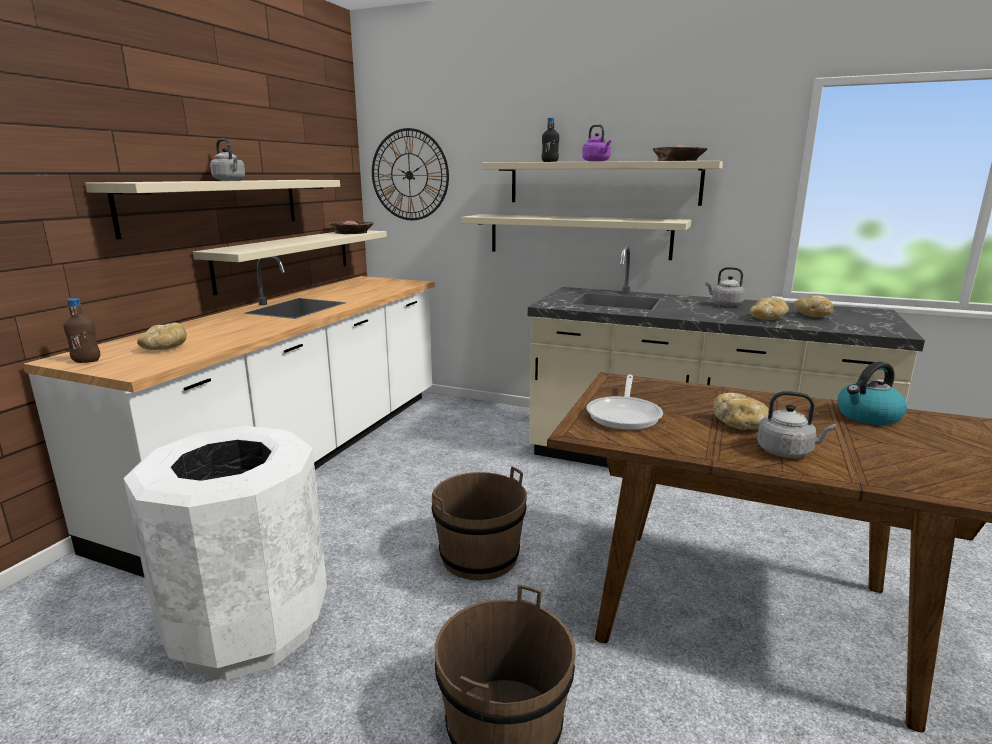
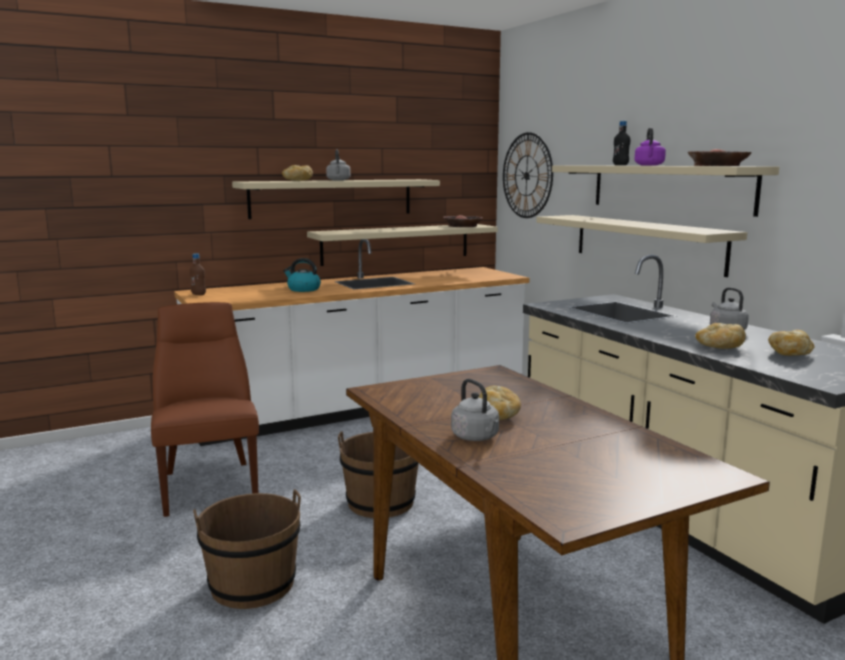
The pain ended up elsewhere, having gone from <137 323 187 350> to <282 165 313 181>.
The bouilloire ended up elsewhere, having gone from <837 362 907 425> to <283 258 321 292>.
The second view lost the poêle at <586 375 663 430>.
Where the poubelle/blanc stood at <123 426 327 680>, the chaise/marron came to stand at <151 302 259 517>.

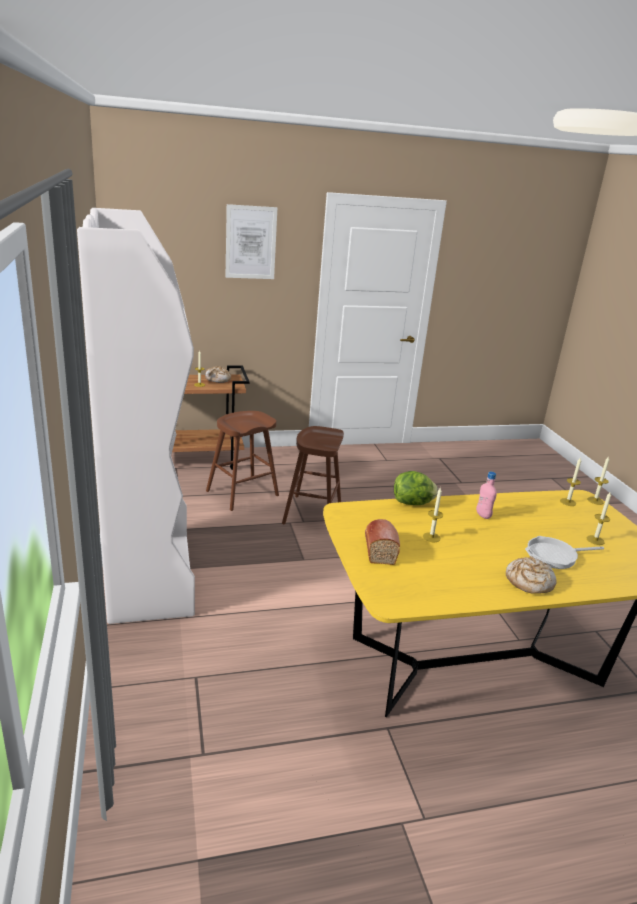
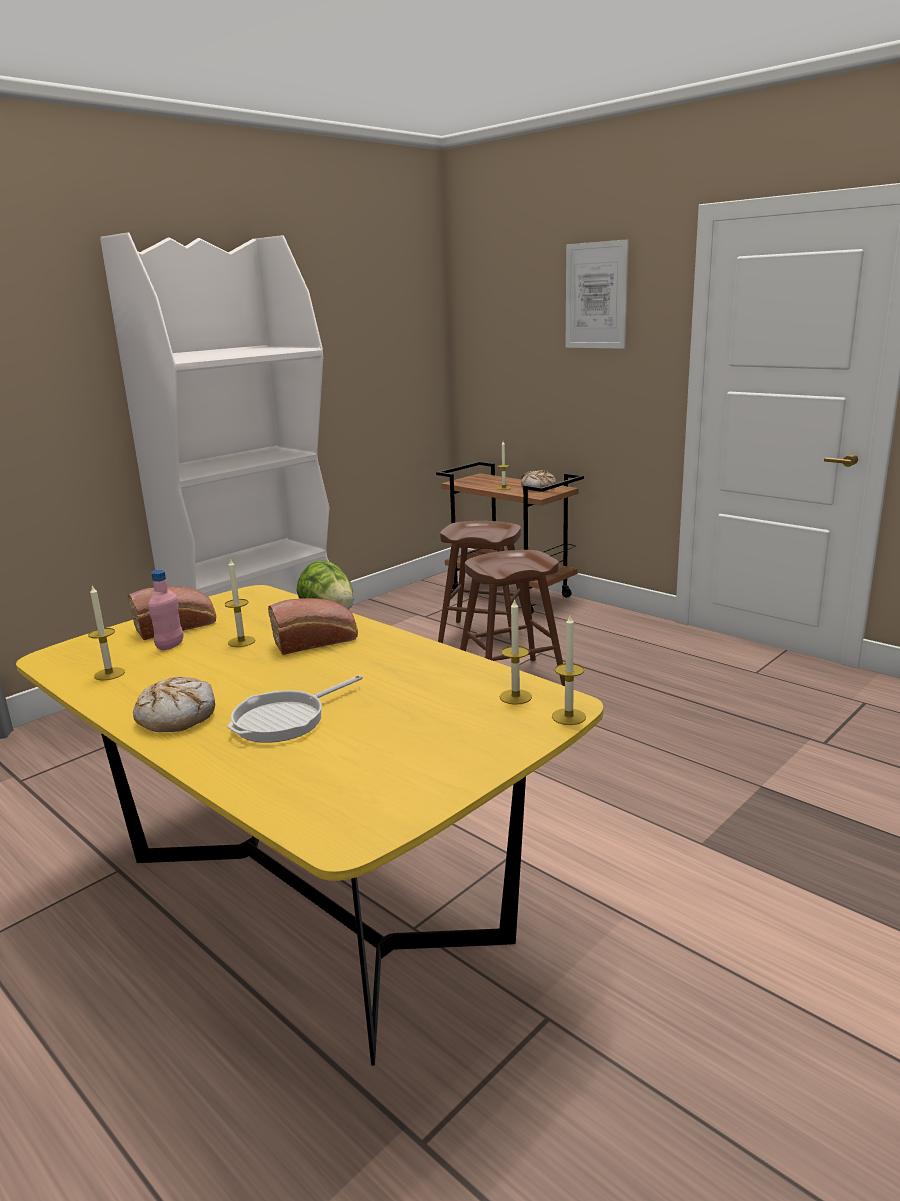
The bouteille/rose ended up elsewhere, having gone from <476 472 497 519> to <148 570 184 651>.
The bougie ended up elsewhere, having gone from <587 491 611 545> to <88 585 125 680>.
The poêle at <525 536 604 569> ended up facing another way, 90 degrees counterclockwise from before.
The second view gained the pain at <268 598 358 655>.

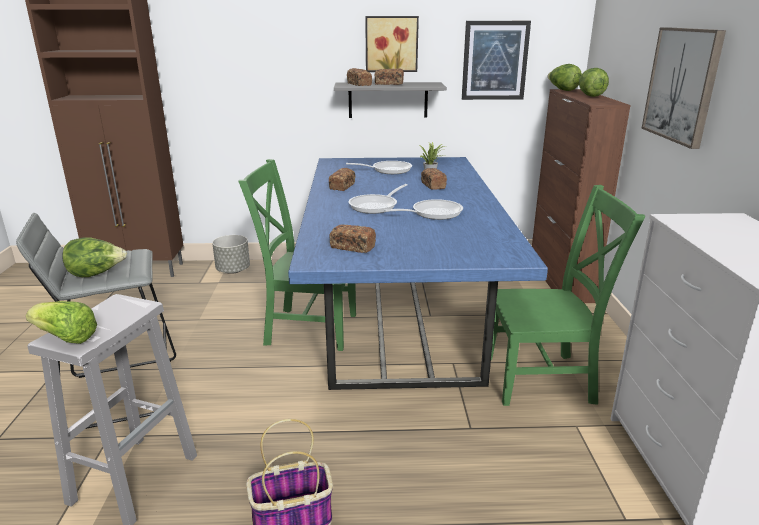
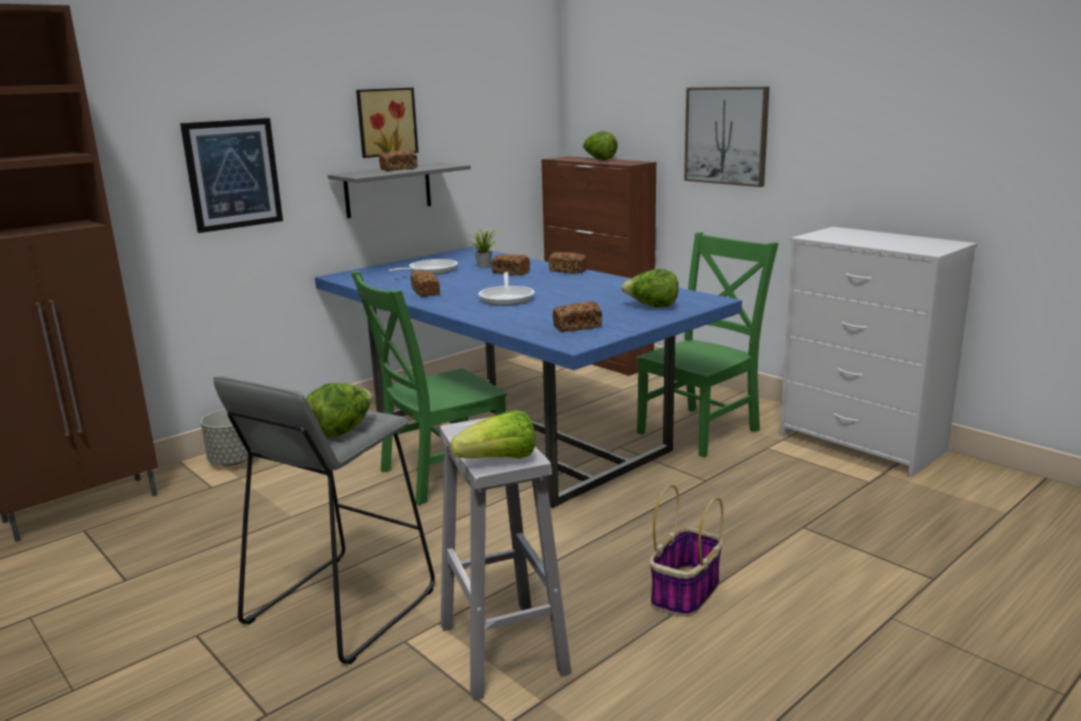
The tableau ended up elsewhere, having gone from <462 21 531 100> to <180 118 283 233>.
The laitue ended up elsewhere, having gone from <548 64 582 91> to <621 269 679 307>.
The pain ended up elsewhere, having gone from <347 68 372 86> to <549 252 587 273>.
The second view lost the poêle at <384 199 463 220>.

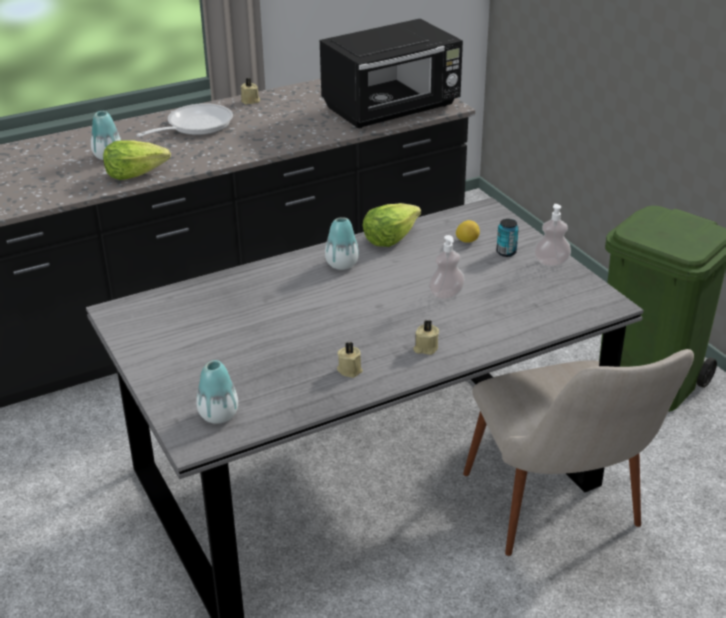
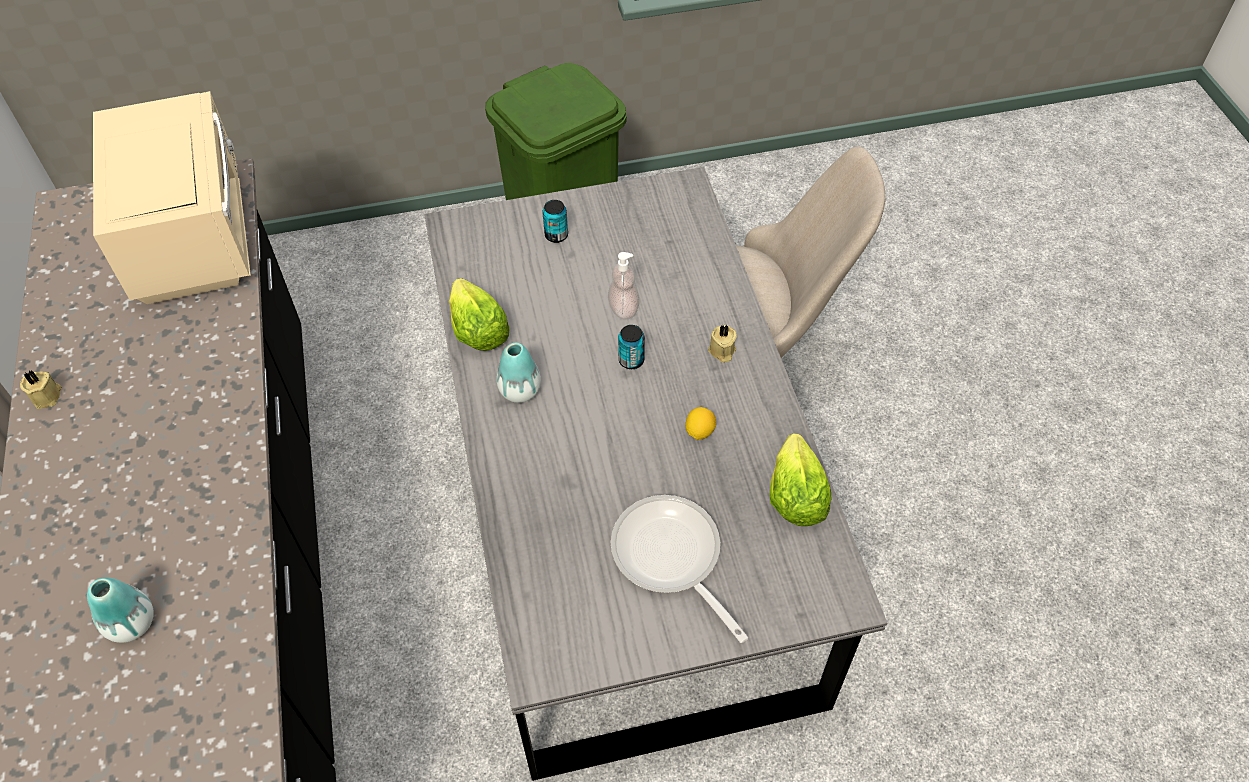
What was the micro-ondes/noir at <320 19 463 128> turned into the micro-ondes/beige at <93 91 251 304>.
The poêle ended up elsewhere, having gone from <137 103 233 137> to <611 495 748 643>.
The laitue ended up elsewhere, having gone from <103 140 171 180> to <769 434 831 526>.
The second view lost the distributeur de savon at <534 204 571 266>.
The citron ended up elsewhere, having gone from <456 220 480 243> to <685 407 716 440>.
The second view lost the bougie/beige at <337 342 363 378>.
The second view lost the vase at <196 360 238 424>.
The second view gained the boîte métallique at <618 325 645 369>.

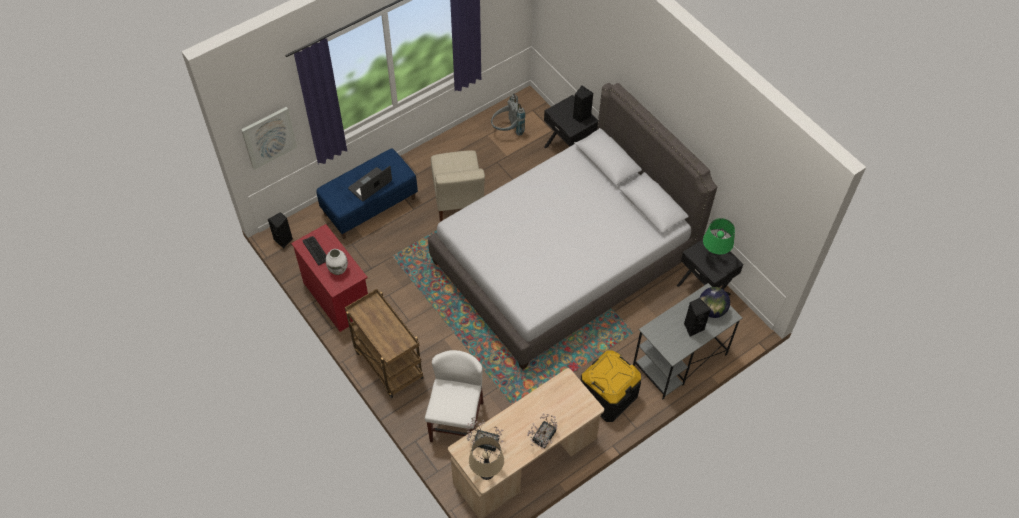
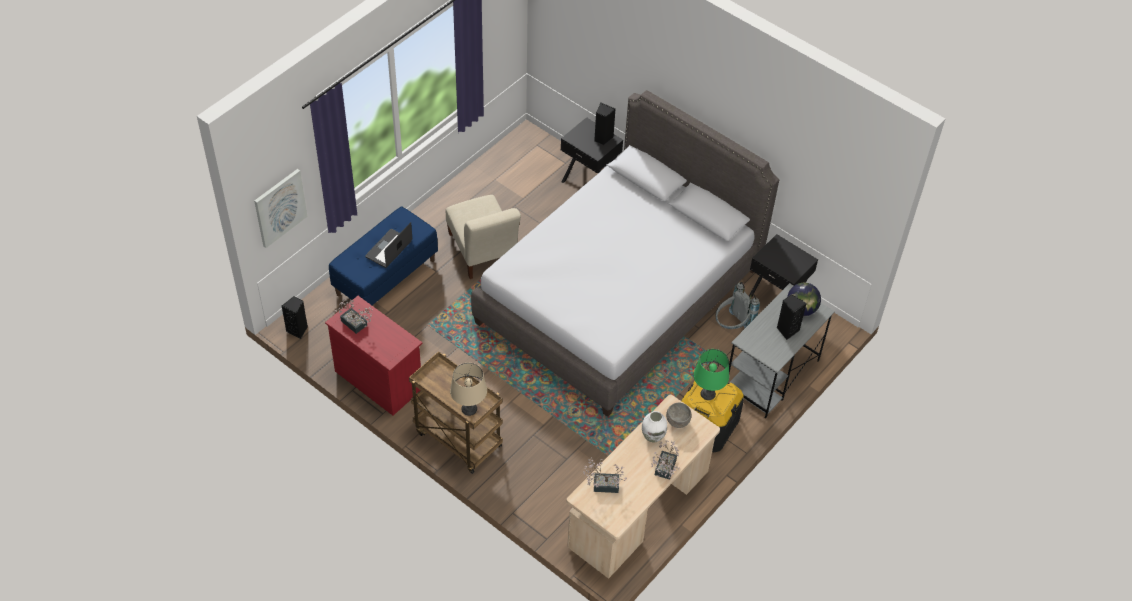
The sac à dos/gris ended up elsewhere, having gone from <491 93 525 136> to <716 282 760 329>.
The lampe de table/vert ended up elsewhere, having gone from <703 218 735 262> to <694 349 729 400>.
Where the clavier stood at <303 236 327 265>, the plante en pot came to stand at <335 299 373 334>.
The vase/blanc ended up elsewhere, having gone from <326 249 348 275> to <642 411 667 442>.
The second view lost the chaise/blanc at <425 350 483 442>.
The lampe de table/beige ended up elsewhere, having gone from <469 436 504 480> to <450 363 487 416>.
The second view gained the bol/gris at <666 403 692 428>.

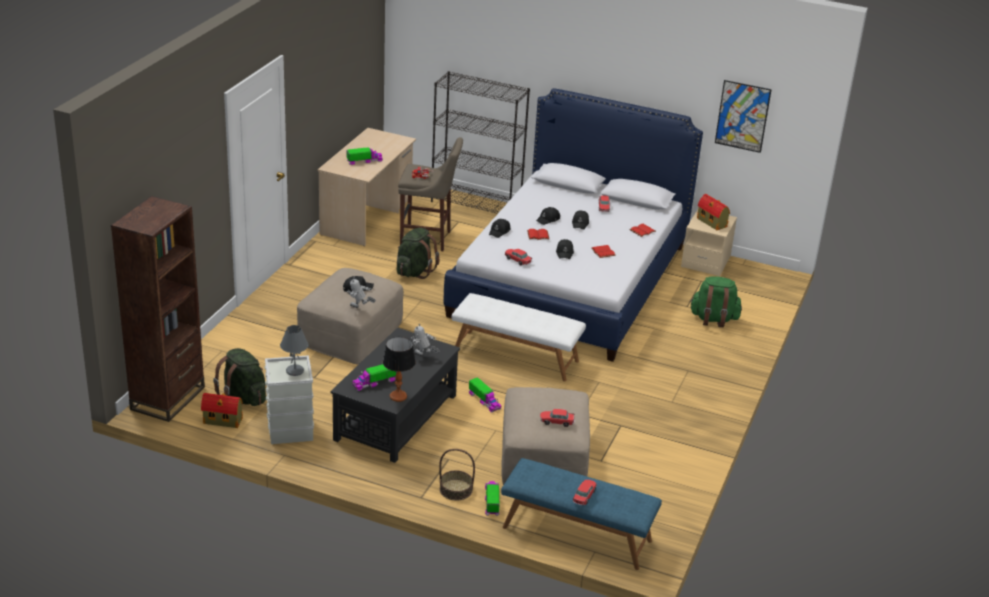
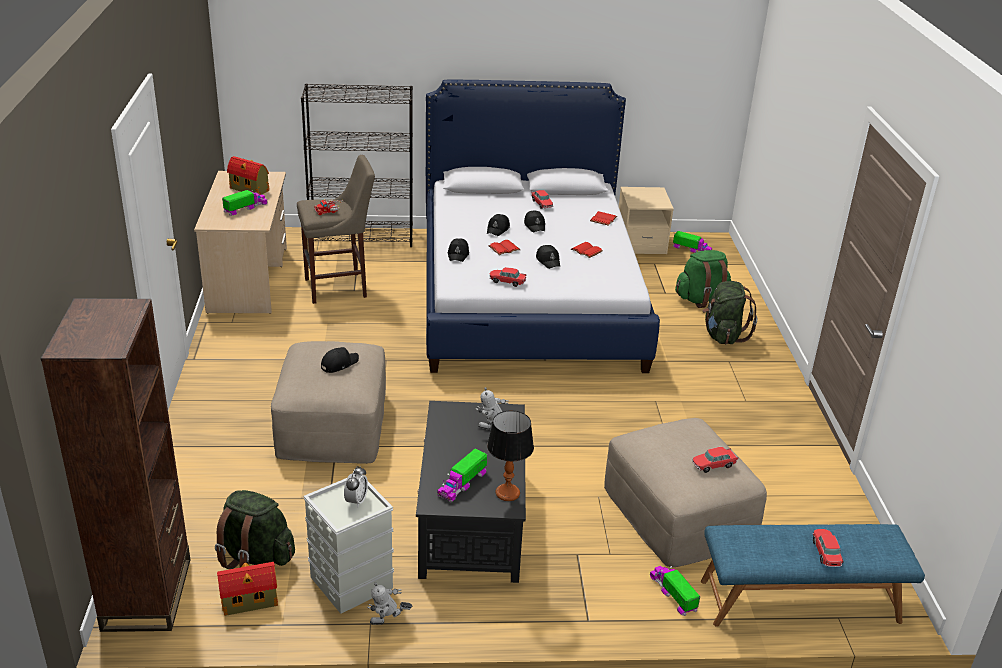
The second view lost the tableau at <715 80 772 153>.
The maison miniature ended up elsewhere, having gone from <697 194 730 230> to <227 156 269 195>.
The sac à dos/vert ended up elsewhere, having gone from <397 228 439 279> to <703 281 757 344>.
The robot jouet ended up elsewhere, having gone from <347 277 376 308> to <367 582 412 625>.
The second view lost the banc/blanc at <451 293 586 381>.
Where the lampe de table/gris stood at <280 325 309 376>, the réveil came to stand at <344 466 368 508>.
The camion jouet ended up elsewhere, having gone from <469 377 501 413> to <673 231 712 253>.
The second view lost the panier at <439 449 475 501>.

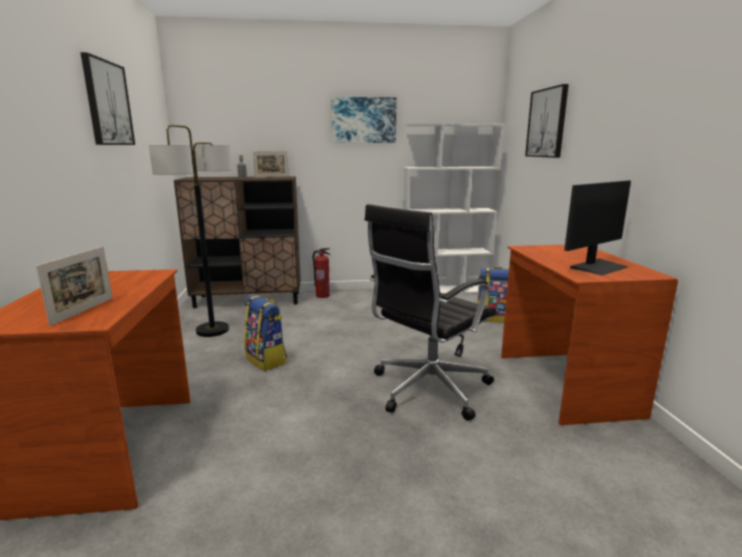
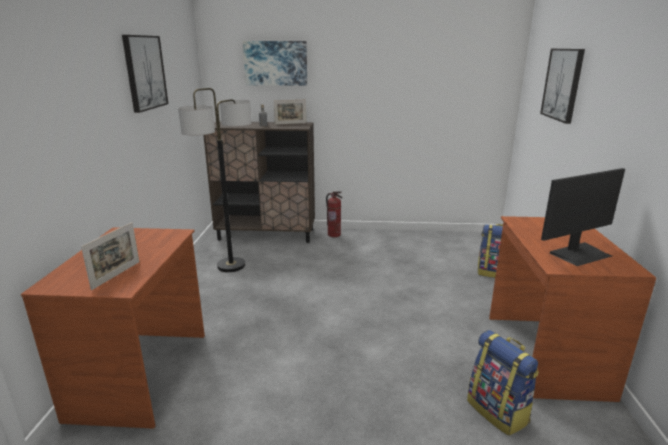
The tableau ended up elsewhere, having gone from <331 97 396 143> to <243 41 307 86>.
The second view lost the bibliothèque/blanc at <403 123 504 294>.
The second view lost the chaise de bureau/noir at <365 204 497 421>.
The sac à dos ended up elsewhere, having gone from <244 295 287 371> to <467 330 539 436>.

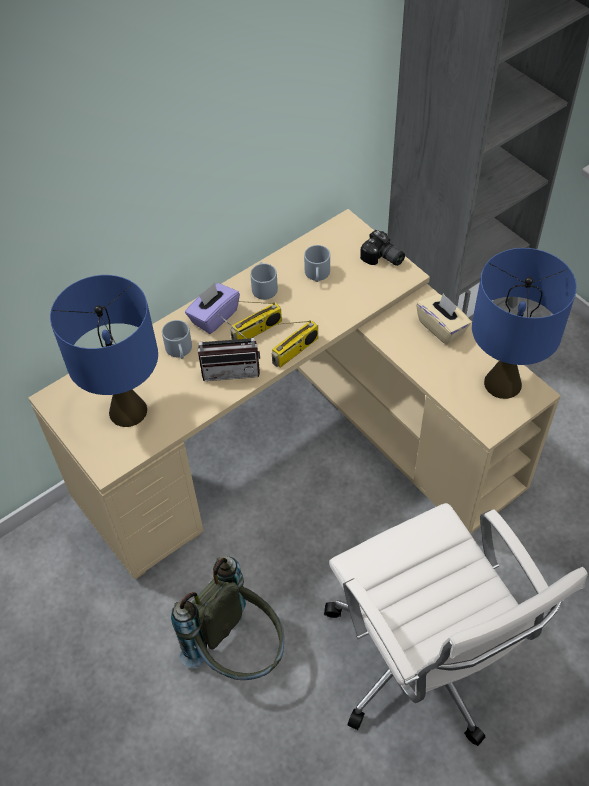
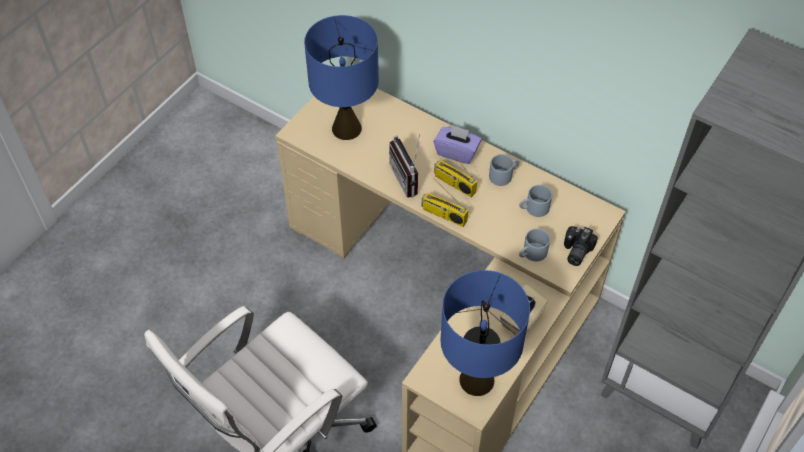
The mug/gris ended up elsewhere, having gone from <162 320 192 359> to <519 228 550 262>.
The second view lost the sac à dos/gris at <171 556 284 680>.

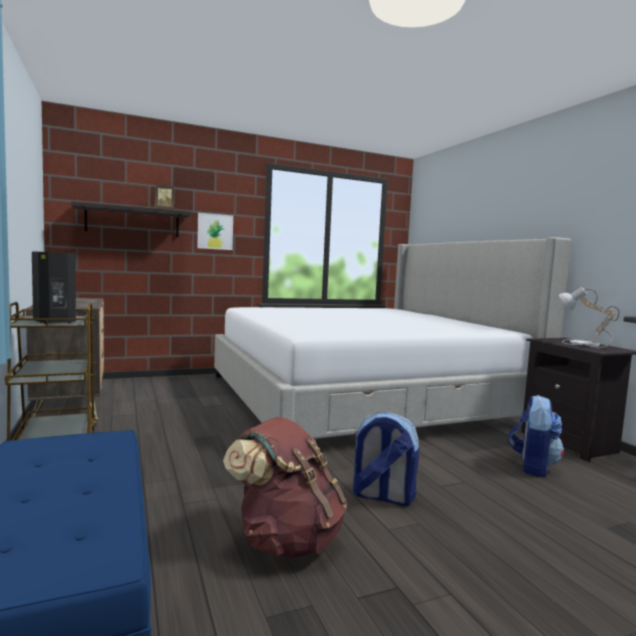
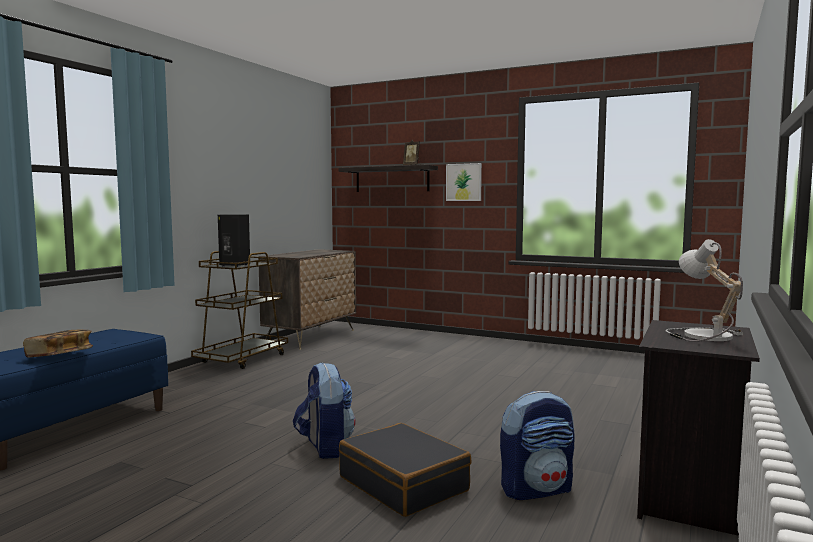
The second view lost the lit at <214 237 571 439>.
The second view lost the sac à dos/marron at <223 417 347 558>.
The second view gained the livre at <23 330 93 358>.
The second view gained the valise/noir at <339 423 472 517>.

